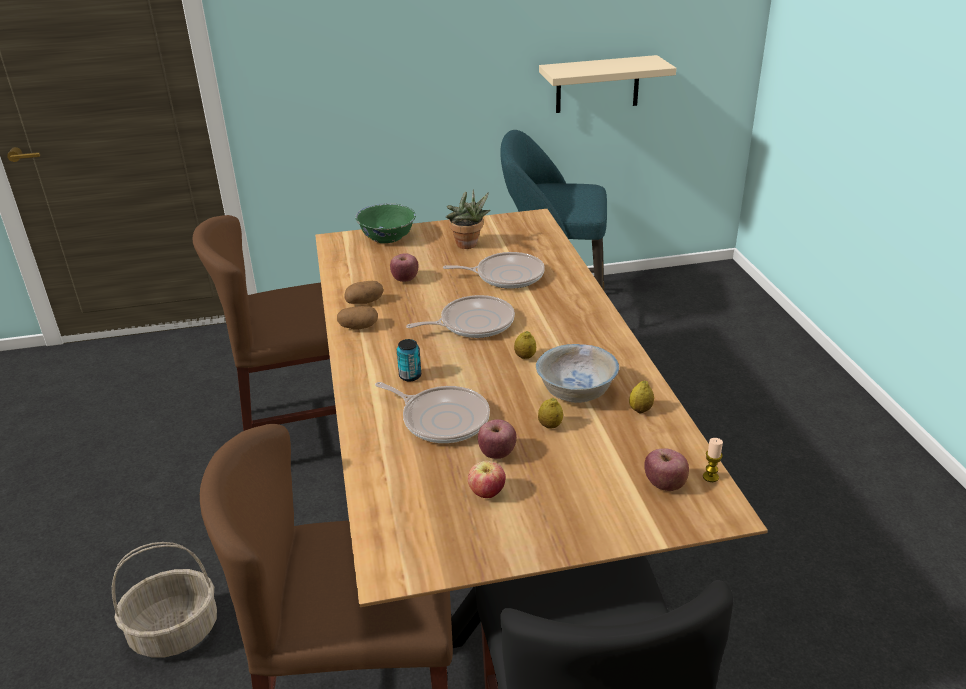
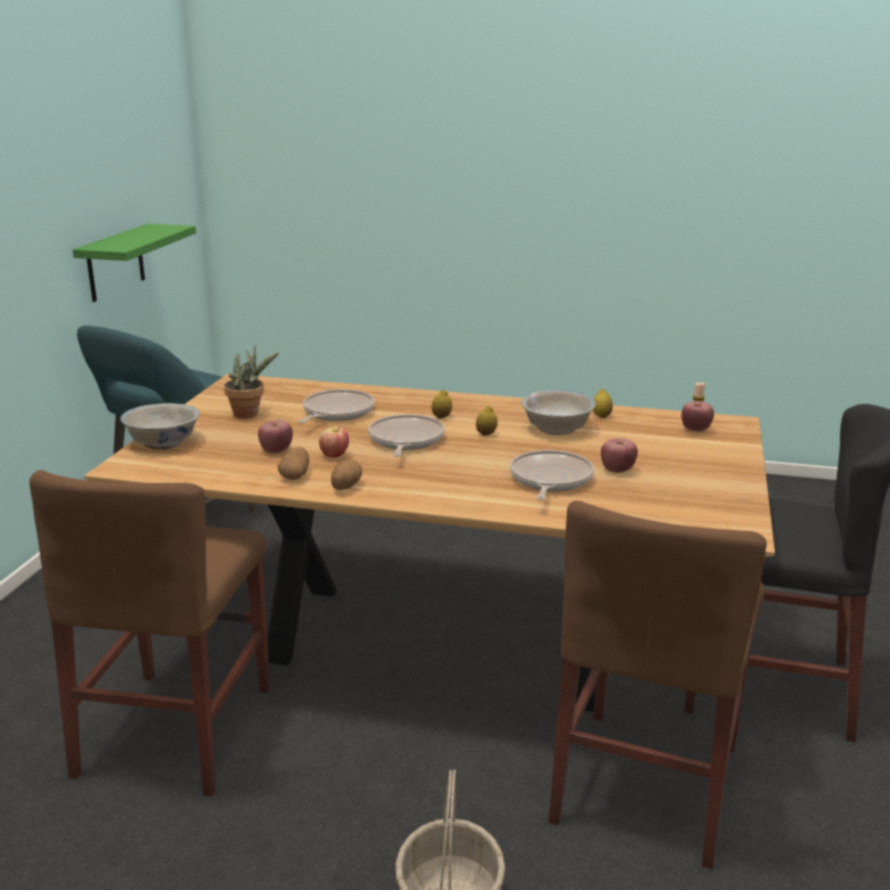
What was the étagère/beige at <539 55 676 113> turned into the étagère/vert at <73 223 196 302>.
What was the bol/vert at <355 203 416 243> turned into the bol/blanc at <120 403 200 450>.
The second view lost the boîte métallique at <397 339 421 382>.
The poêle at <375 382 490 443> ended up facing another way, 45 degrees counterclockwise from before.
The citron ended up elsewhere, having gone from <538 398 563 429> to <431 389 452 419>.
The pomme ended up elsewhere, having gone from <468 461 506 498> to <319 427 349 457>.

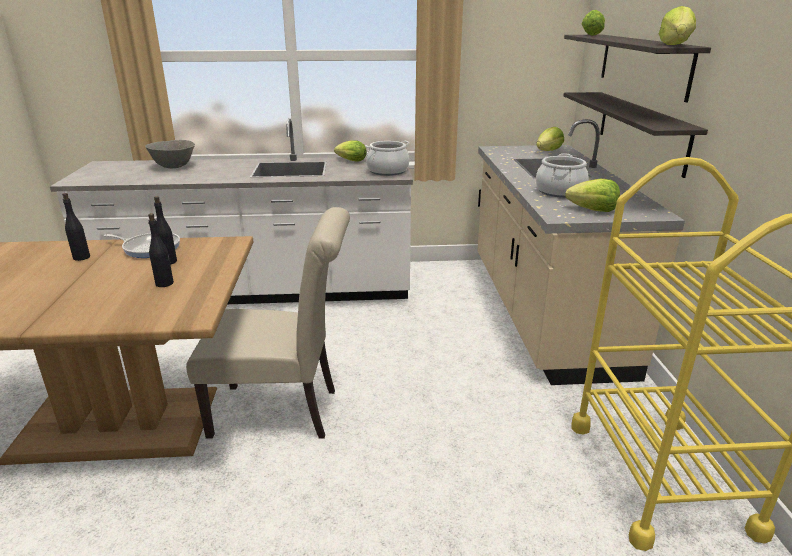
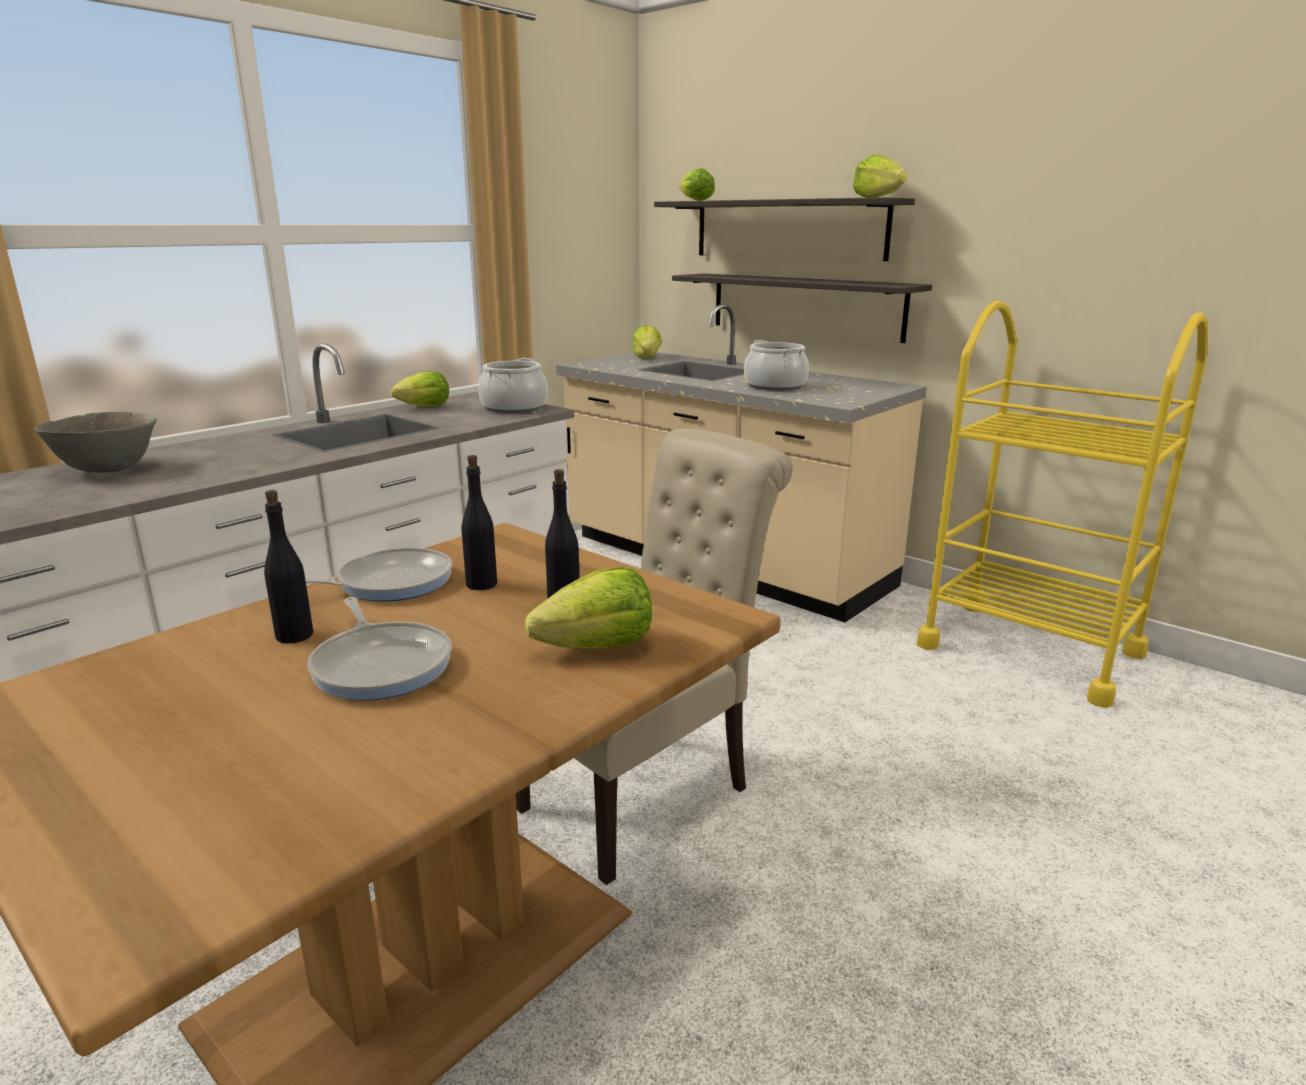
The laitue ended up elsewhere, having gone from <565 179 620 212> to <525 567 652 649>.
The second view gained the poêle at <307 597 452 700>.

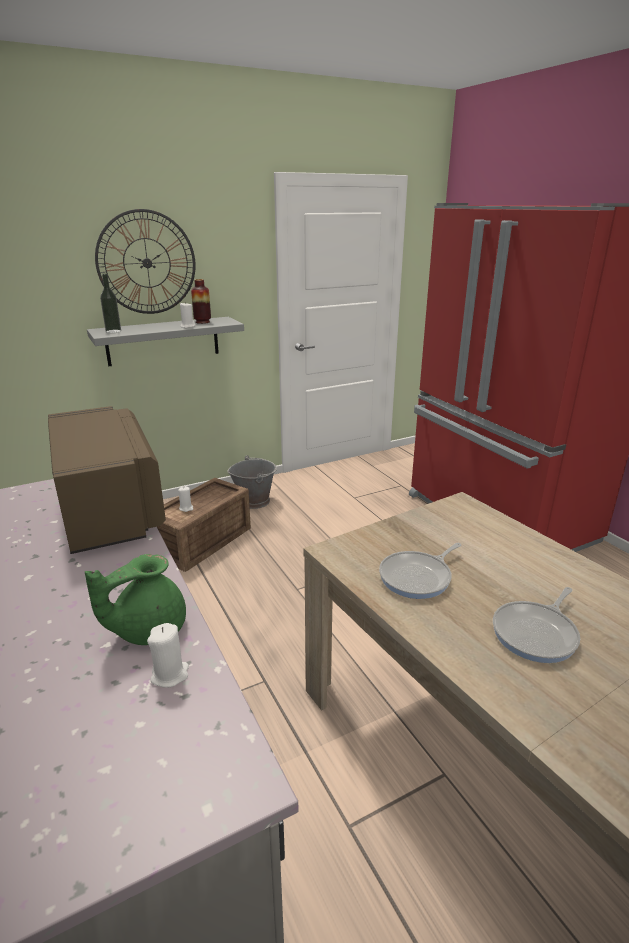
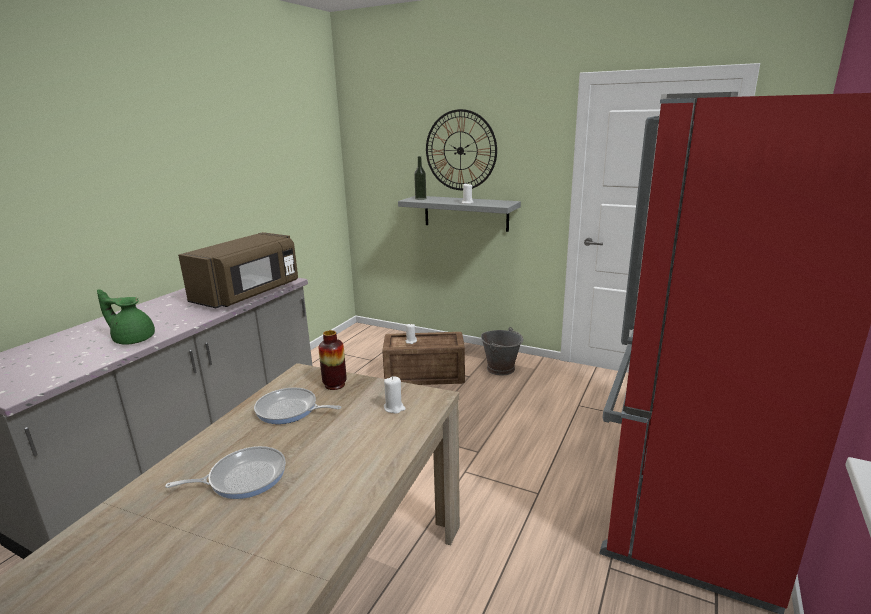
The vase ended up elsewhere, having gone from <191 279 211 324> to <318 330 347 390>.
The poêle at <493 587 580 663> ended up facing another way, 150 degrees clockwise from before.
The bougie/blanc ended up elsewhere, having gone from <147 623 189 688> to <384 376 406 414>.

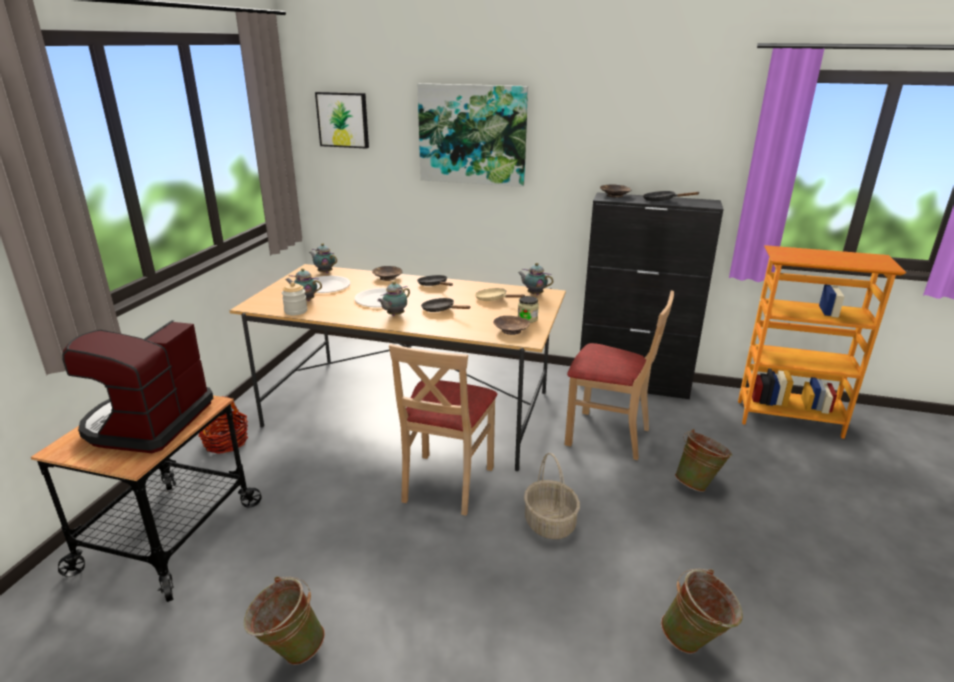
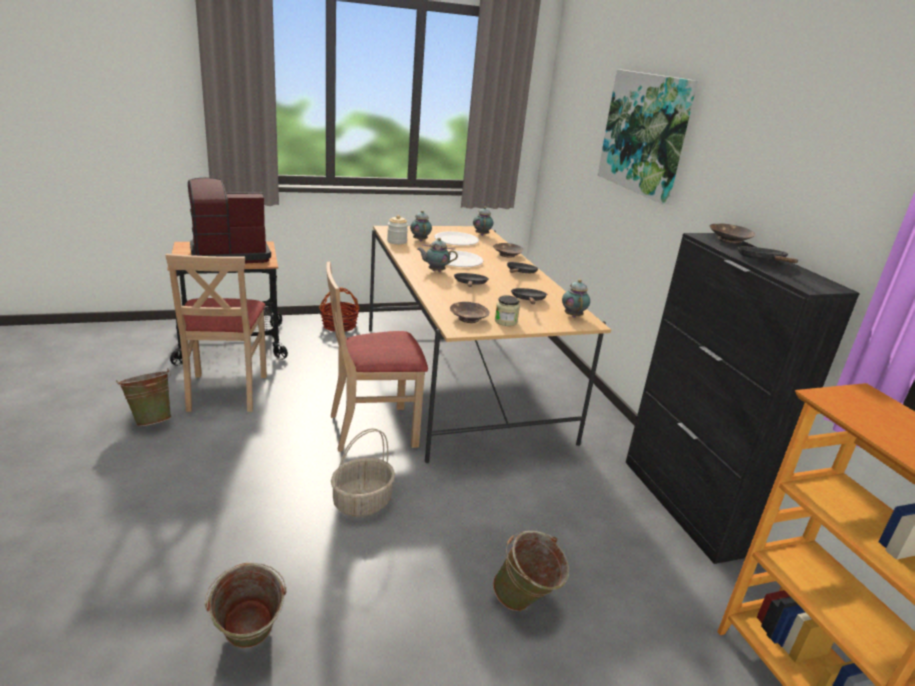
The second view lost the tableau at <315 92 369 149>.
What was the poêle/beige at <475 288 525 301> turned into the poêle/noir at <511 288 547 304>.
The chaise/beige ended up elsewhere, having gone from <565 290 674 460> to <165 254 267 412>.

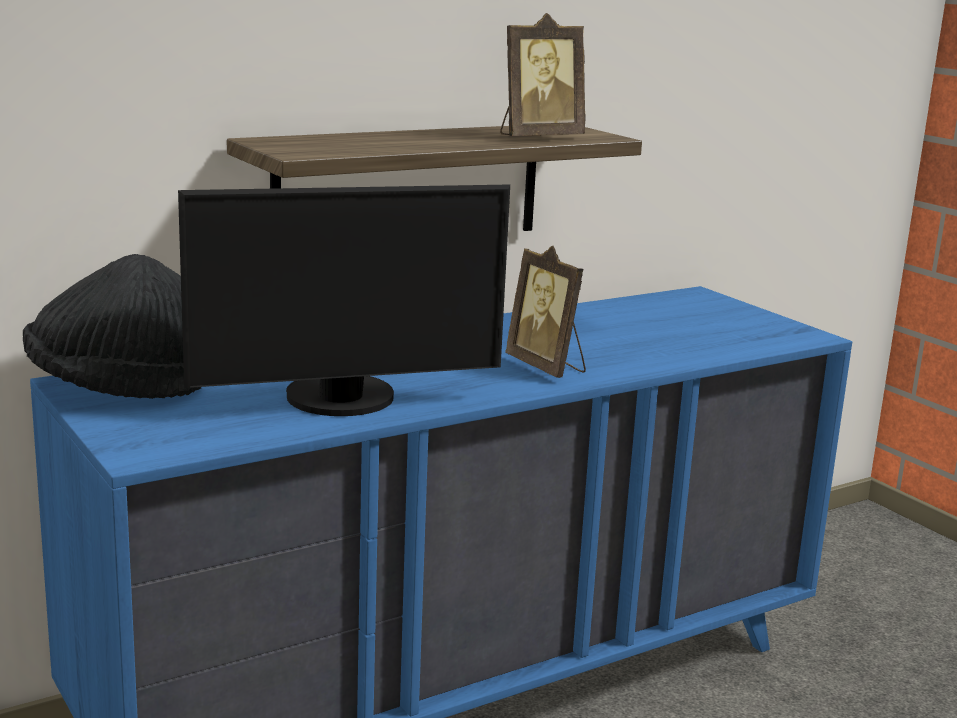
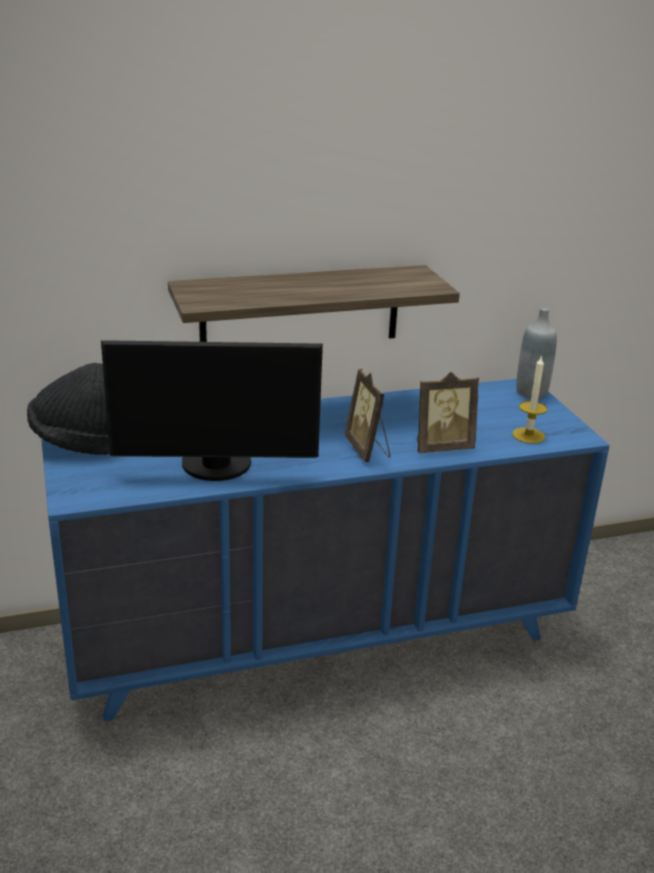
The cadre photo ended up elsewhere, having gone from <500 13 586 136> to <417 372 479 453>.
The second view gained the bouteille/gris at <516 307 557 399>.
The second view gained the bougie at <512 355 547 444>.

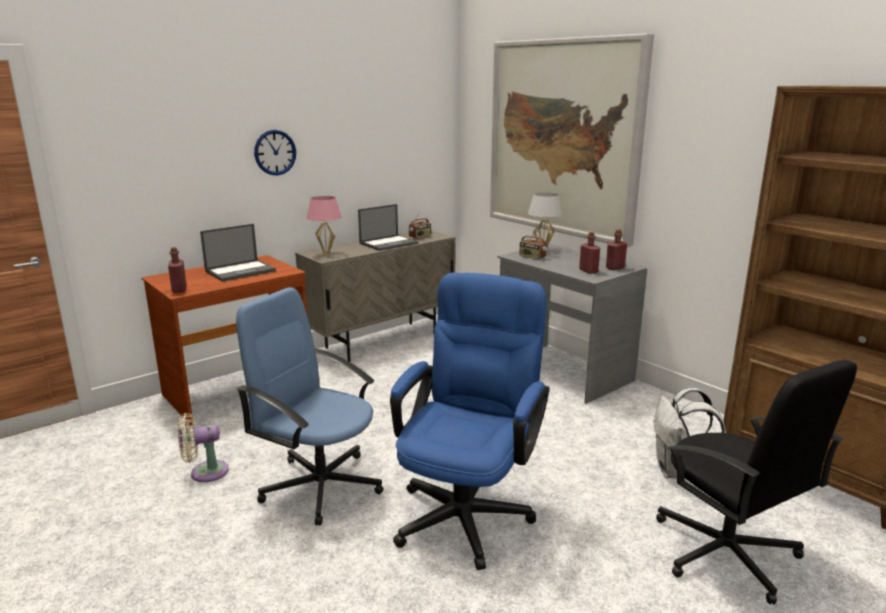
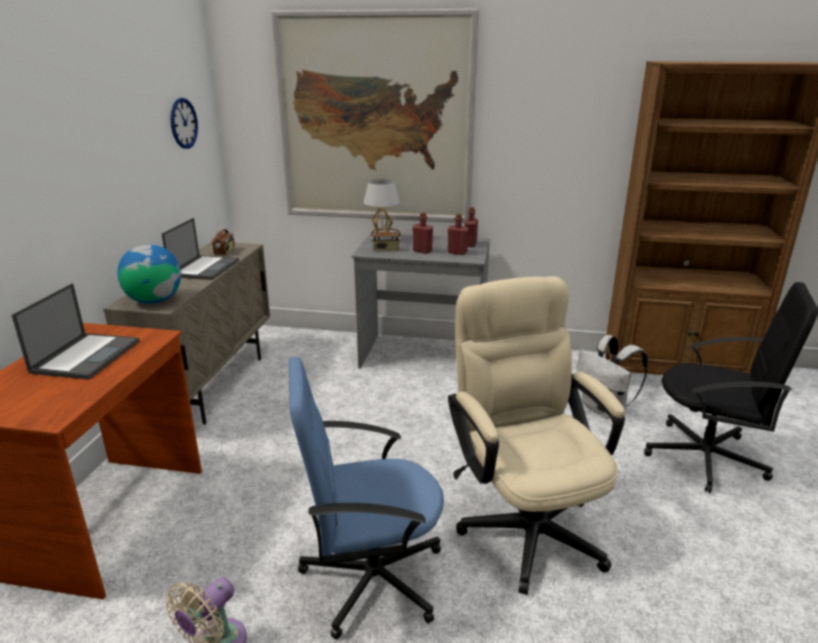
The horloge murale ended up elsewhere, having gone from <254 130 296 175> to <170 98 198 149>.
Where the lampe de table/rose stood at <307 196 342 256>, the globe came to stand at <118 245 181 304>.
The bouteille/rouge ended up elsewhere, having gone from <168 247 187 293> to <412 212 433 254>.
What was the chaise de bureau/bleu at <390 273 549 570> turned into the chaise de bureau/beige at <448 276 625 595>.

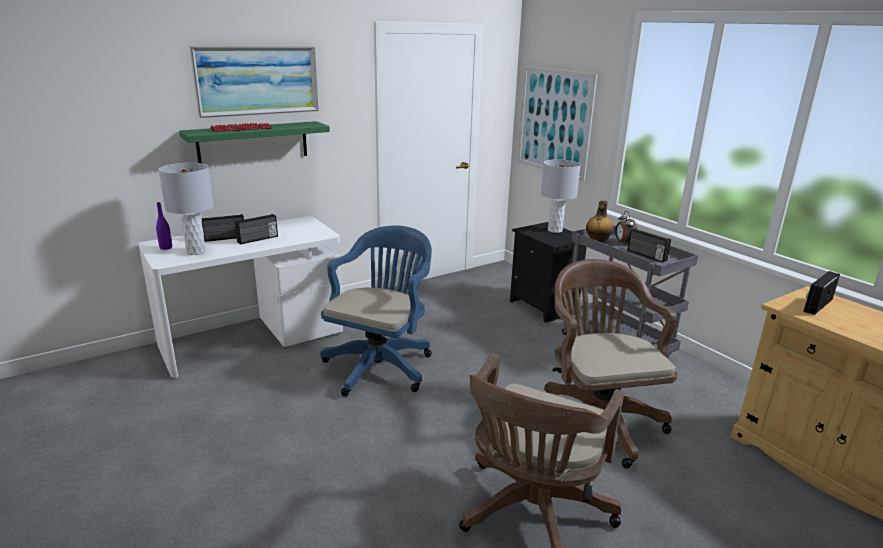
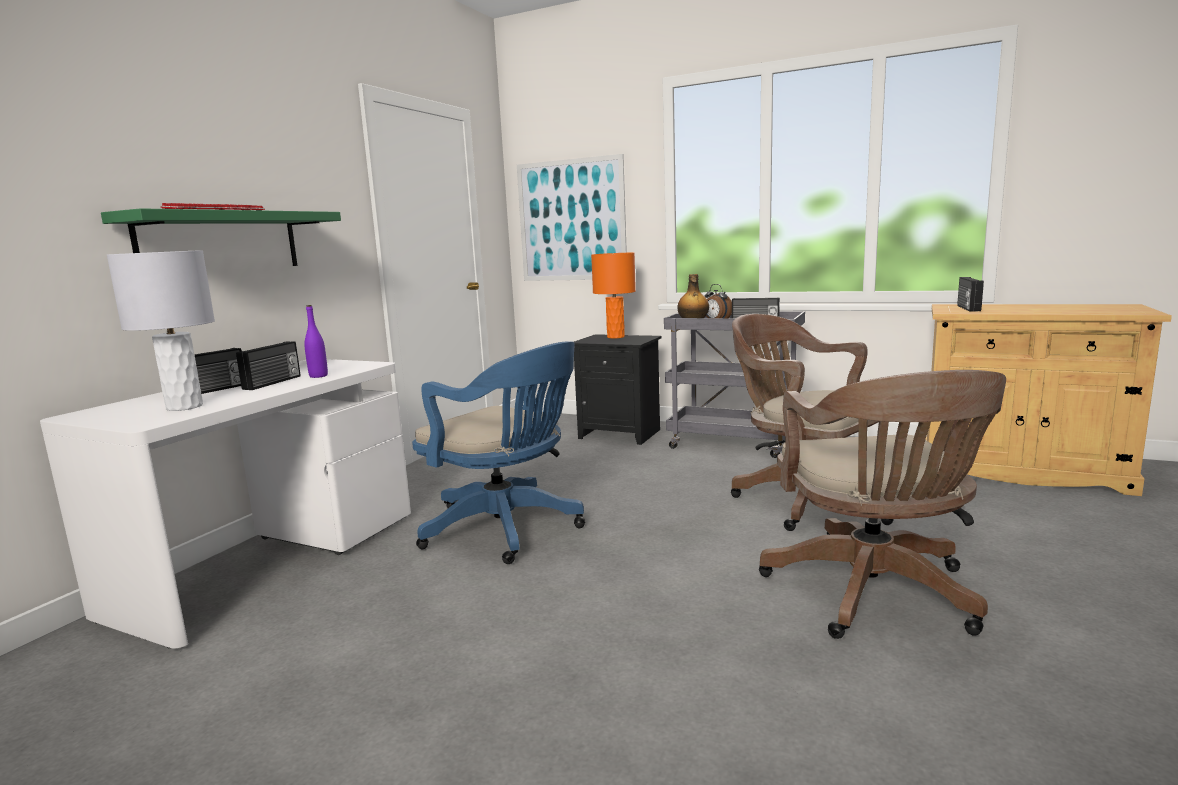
The second view lost the tableau at <189 46 319 118>.
What was the lampe de table/gris at <541 159 581 233> turned into the lampe de table/orange at <591 253 636 338>.
The bouteille/violet ended up elsewhere, having gone from <156 202 172 250> to <304 305 328 378>.
The chaise de bureau/bleu at <320 225 432 396> ended up facing another way, 135 degrees clockwise from before.

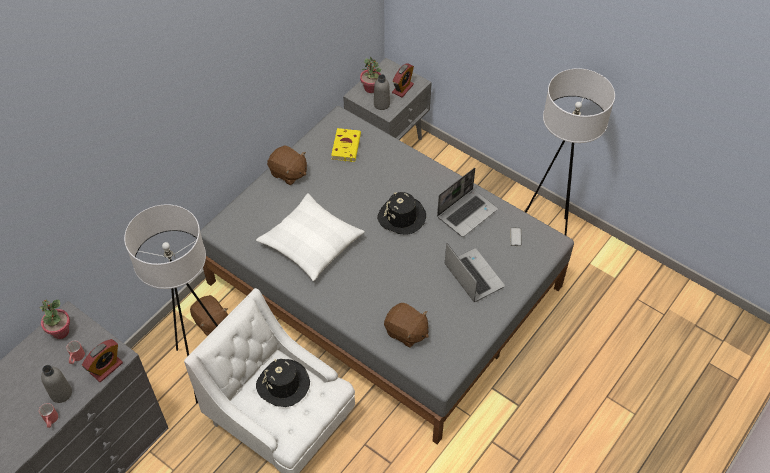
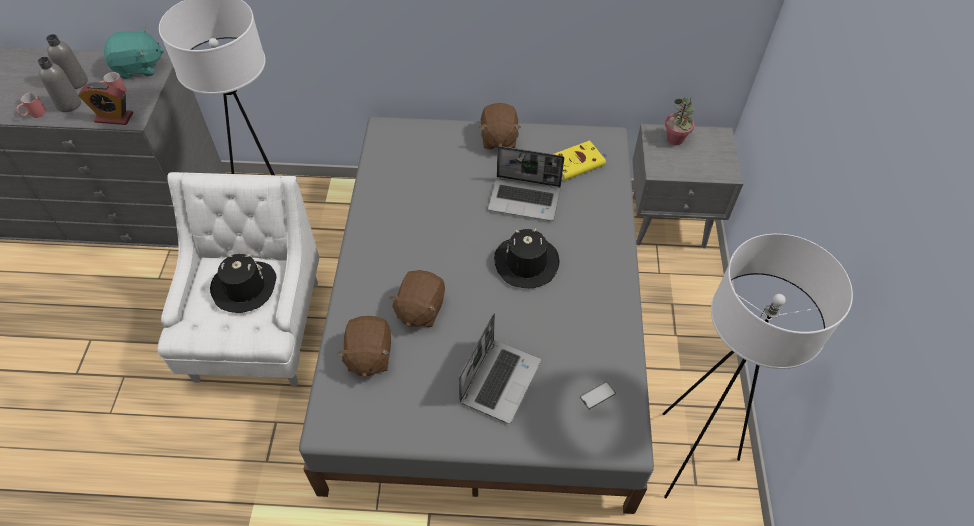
The second view lost the réveil at <392 63 414 97>.
The bouteille/gris ended up elsewhere, having gone from <374 74 390 110> to <46 34 88 89>.
The ordinateur portable ended up elsewhere, having gone from <437 168 498 237> to <488 146 564 221>.
The second view lost the coussin/blanc at <256 193 365 281>.
The peluche/marron ended up elsewhere, having gone from <190 295 228 336> to <389 270 445 327>.
Where the plante en pot stood at <40 299 70 339>, the peluche/turquoise came to stand at <104 27 164 79>.

